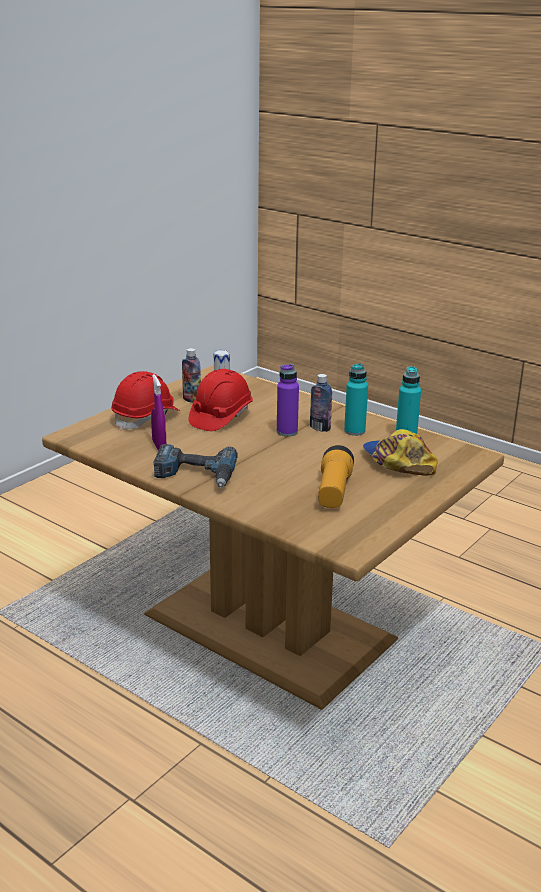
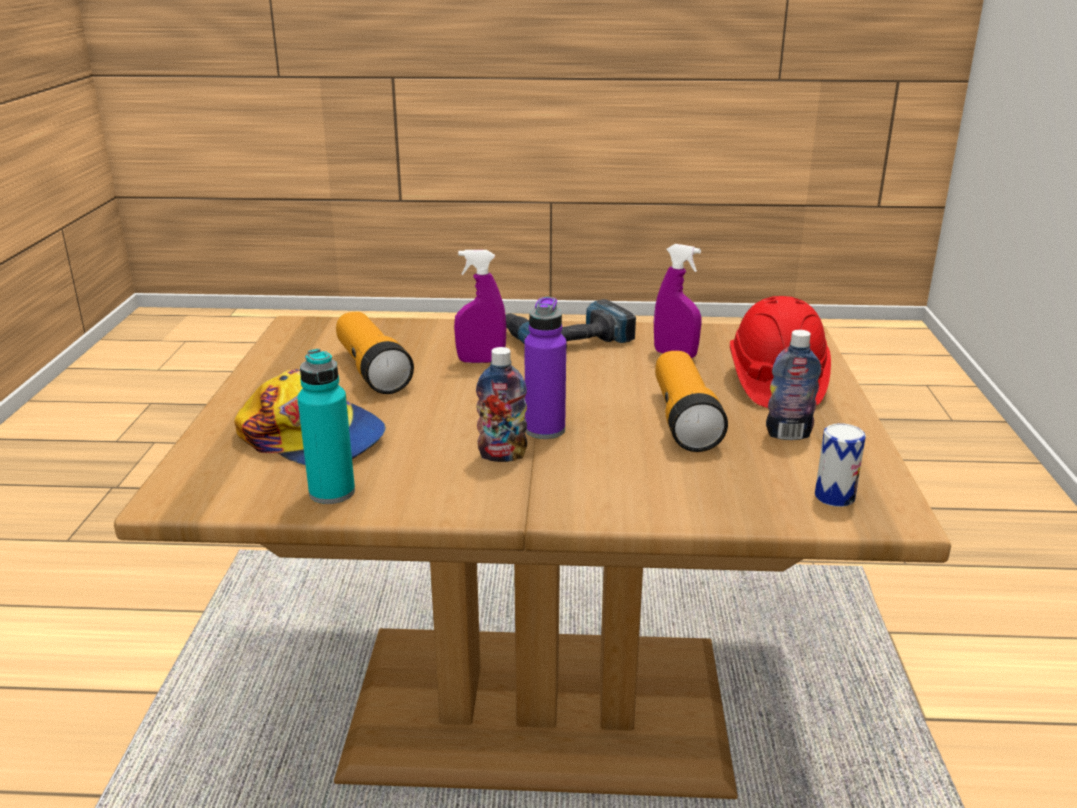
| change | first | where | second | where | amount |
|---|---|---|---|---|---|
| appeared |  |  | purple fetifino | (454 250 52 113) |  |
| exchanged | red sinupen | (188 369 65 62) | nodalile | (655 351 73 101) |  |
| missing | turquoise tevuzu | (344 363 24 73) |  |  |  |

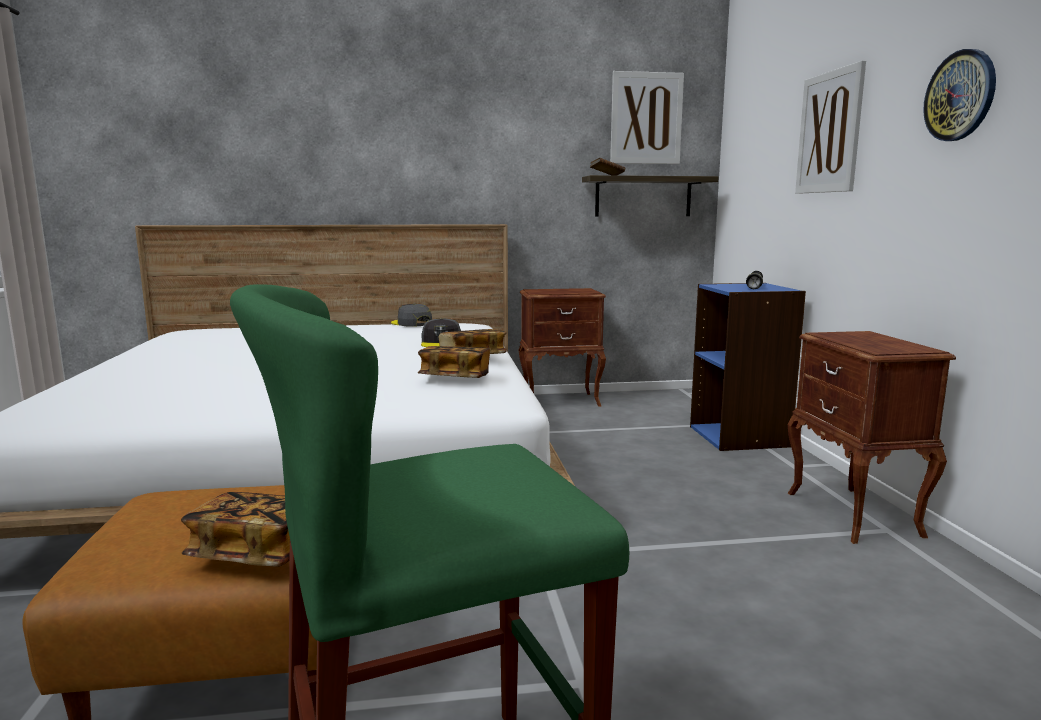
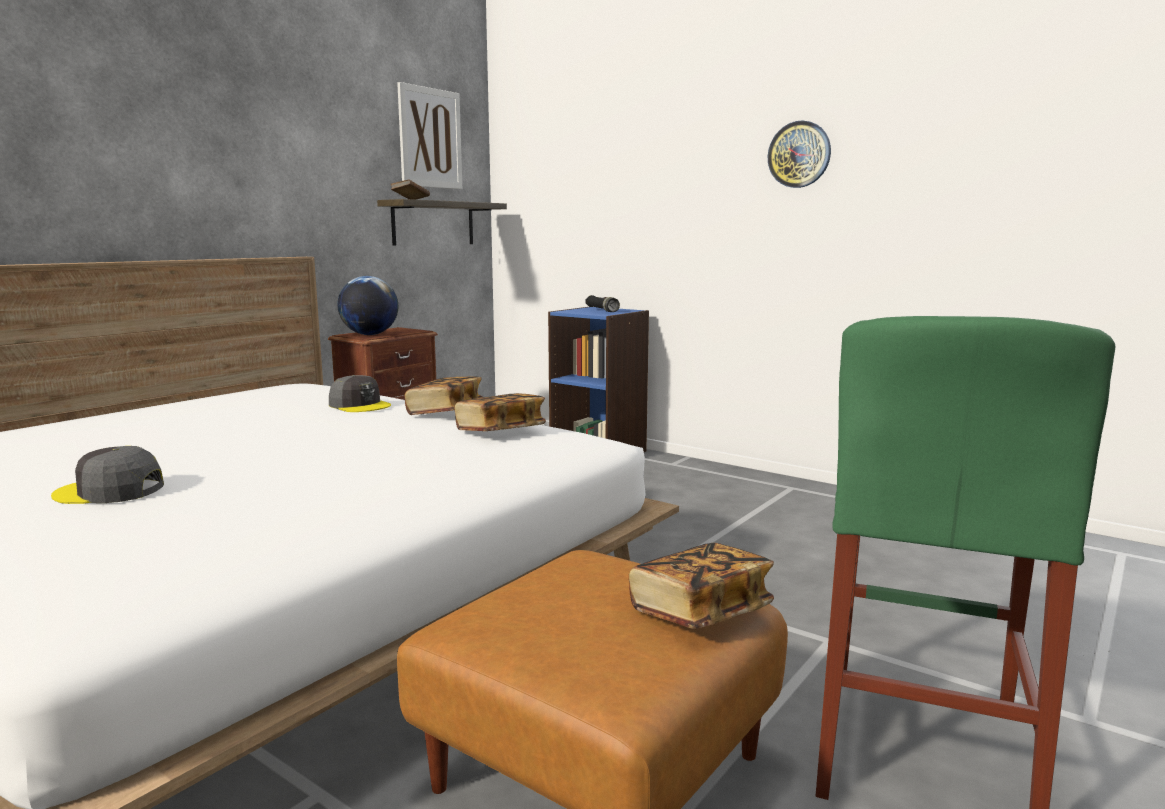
| change | first | where | second | where | amount |
|---|---|---|---|---|---|
| relocated | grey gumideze | (391 304 41 23) |  | (51 446 113 58) |  |
| appeared |  |  | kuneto | (337 276 61 59) |  |
| missing | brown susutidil | (787 331 169 213) |  |  |  |
| missing | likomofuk | (795 60 71 134) |  |  |  |

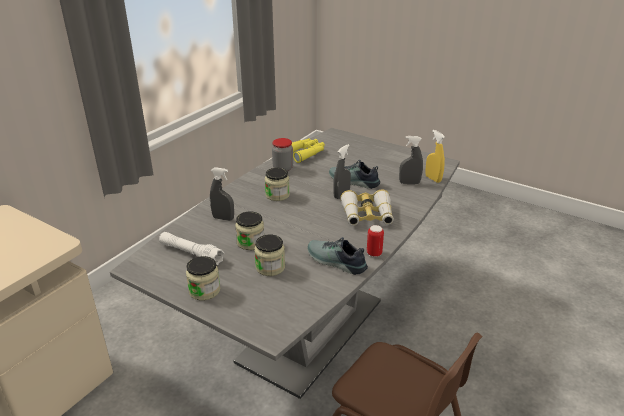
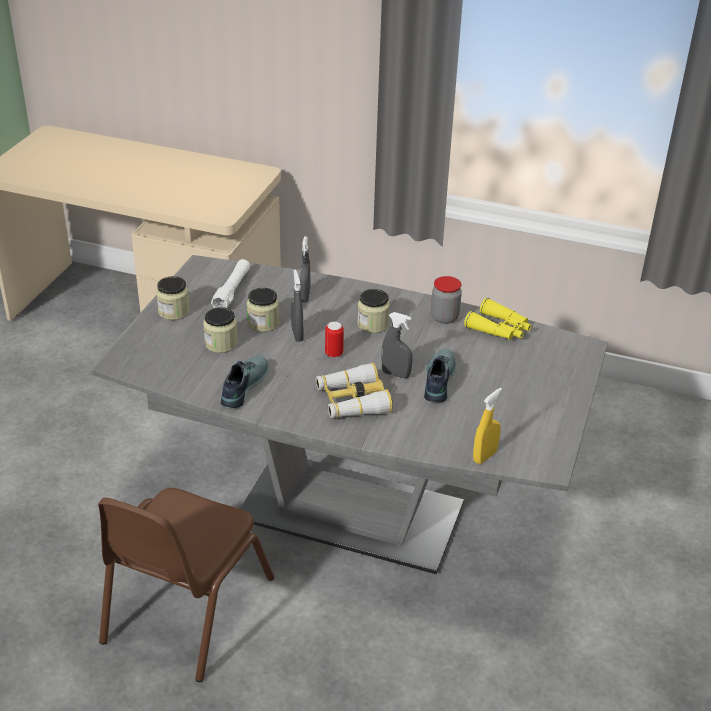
| change | first | where | second | where | amount |
|---|---|---|---|---|---|
| relocated | grey fetifino | (399 136 24 48) |  | (291 269 13 73) |  |
| relocated | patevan | (367 225 17 32) |  | (325 322 19 36) |  |

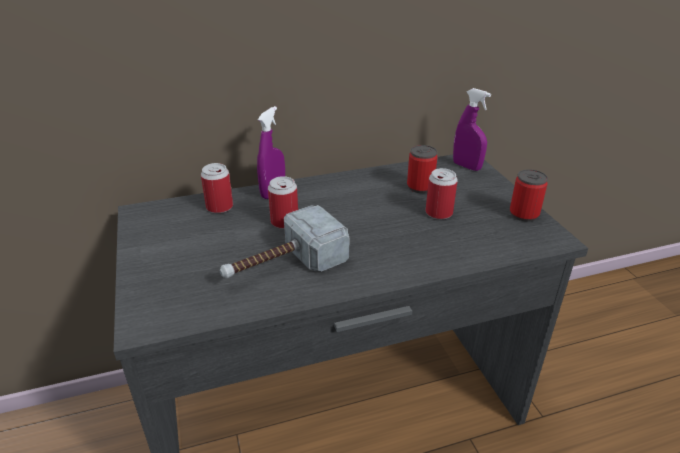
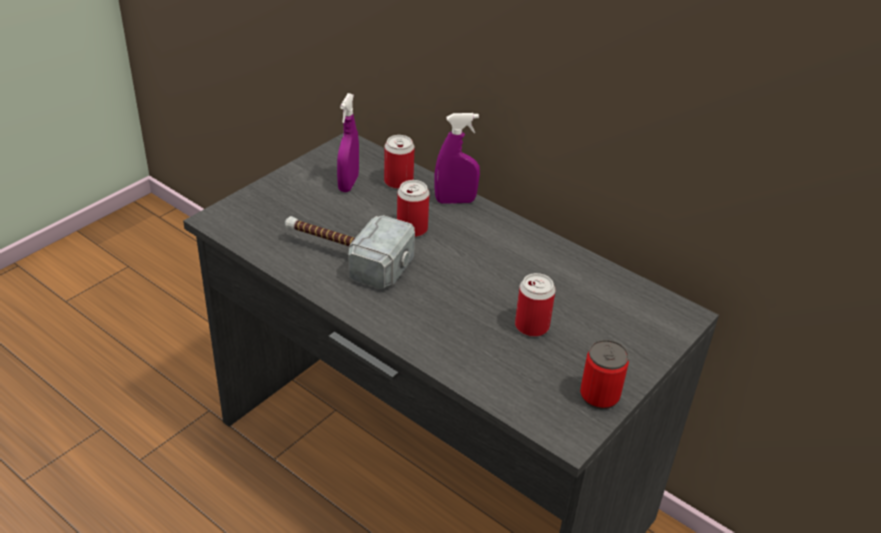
| change | first | where | second | where | amount |
|---|---|---|---|---|---|
| relocated | purple fetifino | (453 88 38 83) |  | (337 93 22 99) |  |
| missing | patevan | (407 145 31 48) |  |  |  |

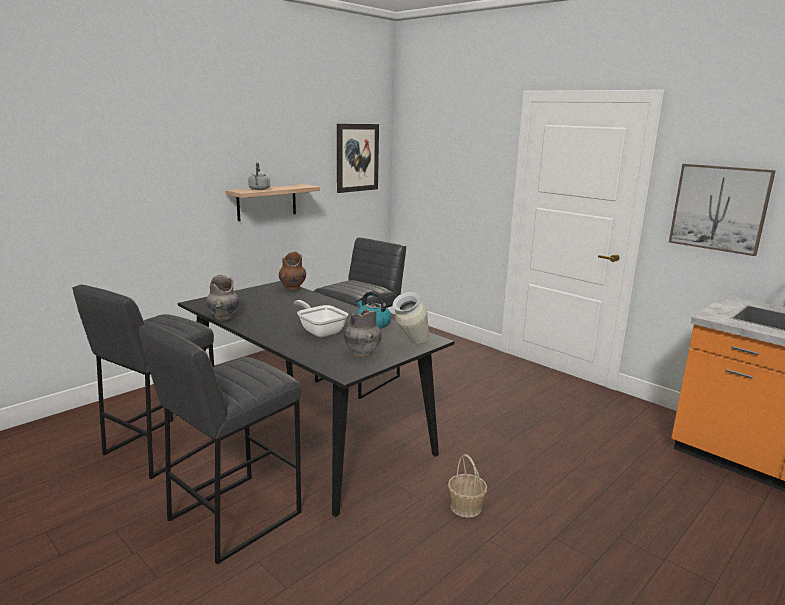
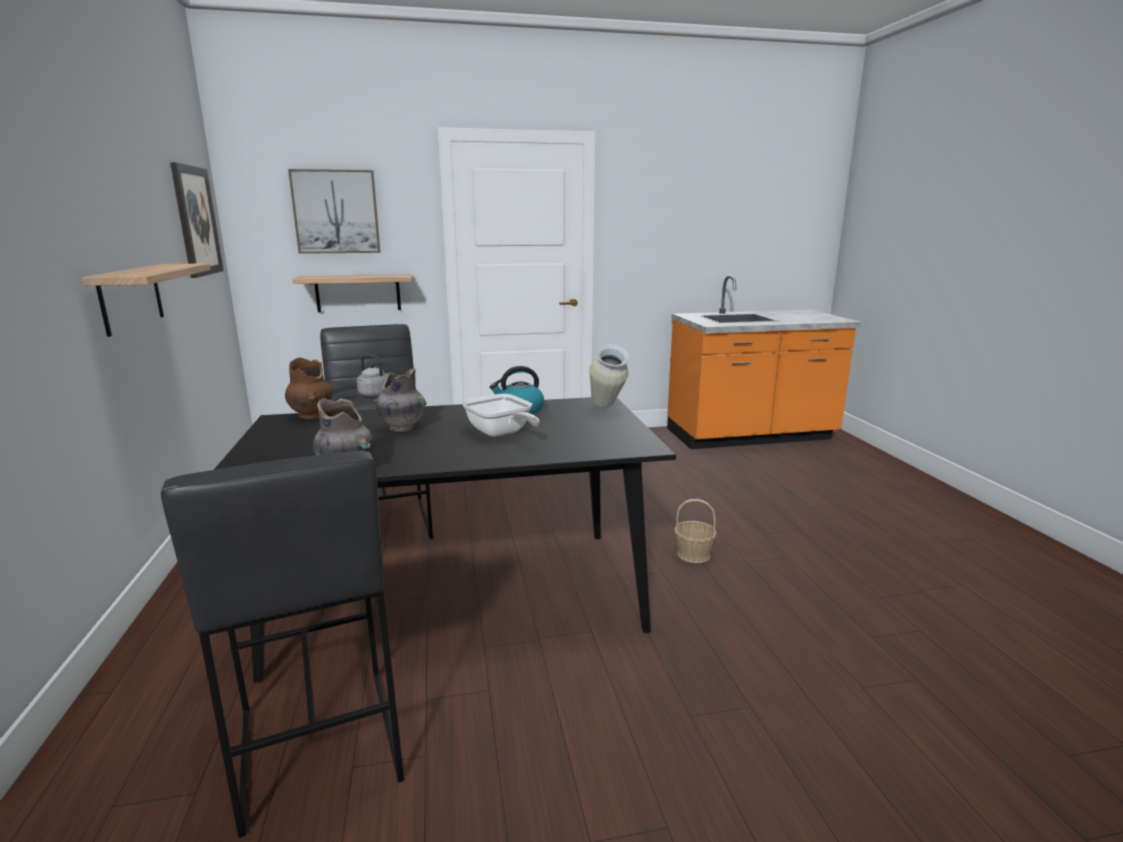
| change | first | where | second | where | amount |
|---|---|---|---|---|---|
| relocated | likomofuk | (669 164 107 92) |  | (288 169 92 85) |  |
| appeared |  |  | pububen | (292 274 120 38) |  |
| relocated | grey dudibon | (248 162 22 28) |  | (357 355 31 42) |  |
| relocated | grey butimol | (344 309 38 48) |  | (373 368 53 64) |  |
| spun | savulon | (294 300 54 37) |  | (462 394 78 43) | 120 degrees counterclockwise |
| missing | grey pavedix | (139 323 162 242) |  |  |  |

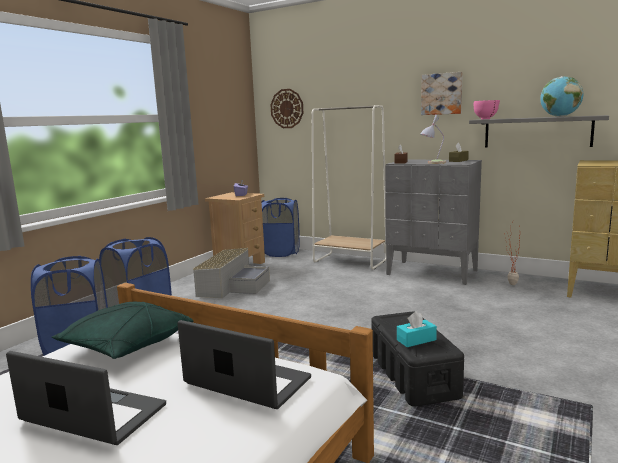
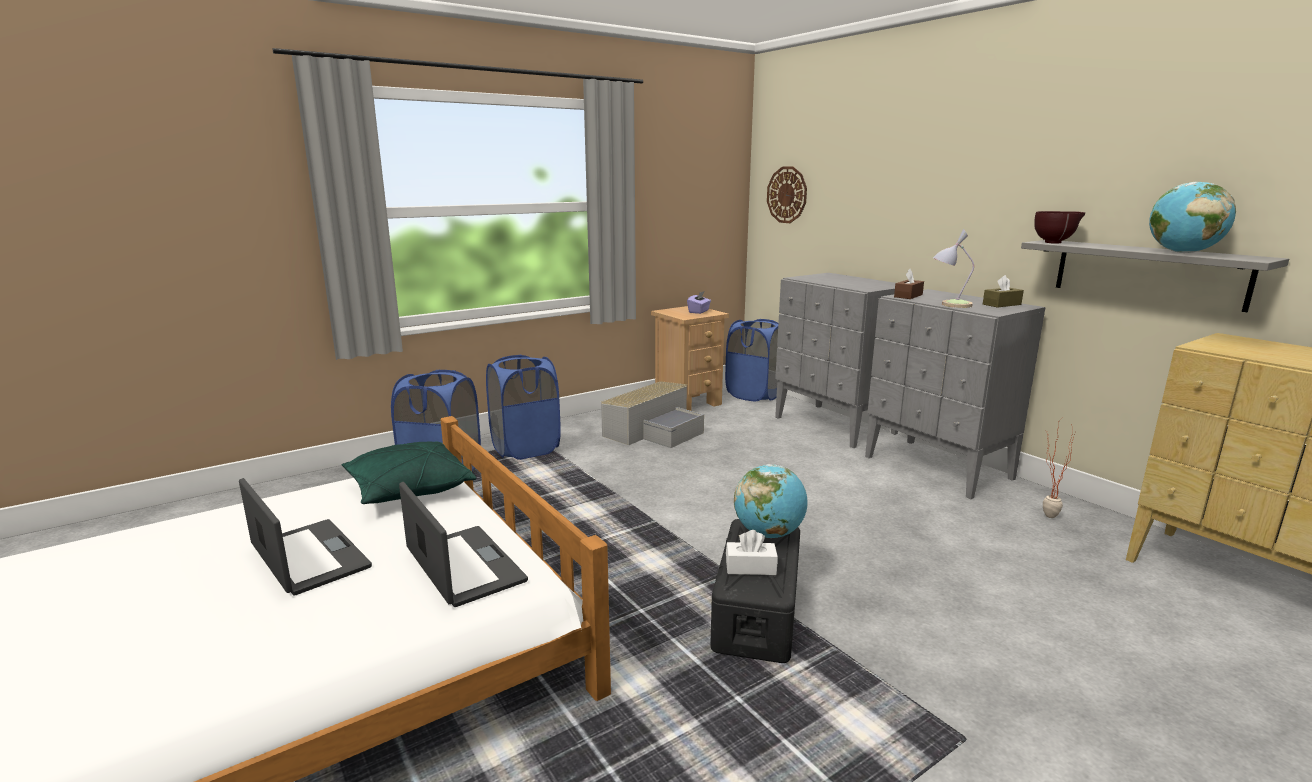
| change | first | where | second | where | amount |
|---|---|---|---|---|---|
| colour | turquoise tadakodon | (397 311 40 36) | white tadakodon | (726 530 52 45) |  |
| appeared |  |  | kuneto | (734 464 74 74) |  |
| exchanged | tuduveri | (312 105 74 165) | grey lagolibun | (775 273 123 175) |  |
| colour | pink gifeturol | (474 100 26 19) | brown gifeturol | (1034 211 51 33) |  |
| missing | likomofuk | (421 72 42 43) |  |  |  |

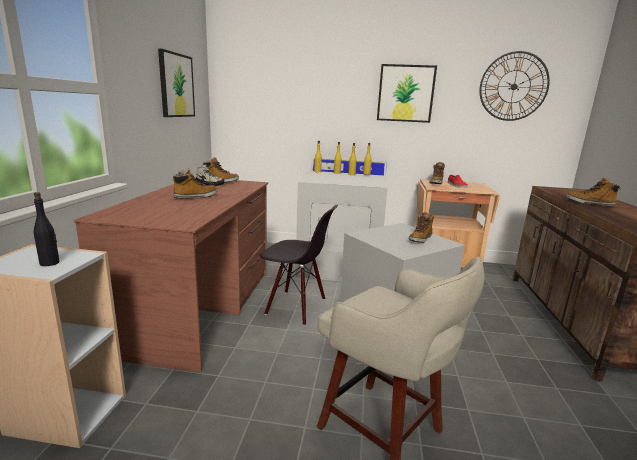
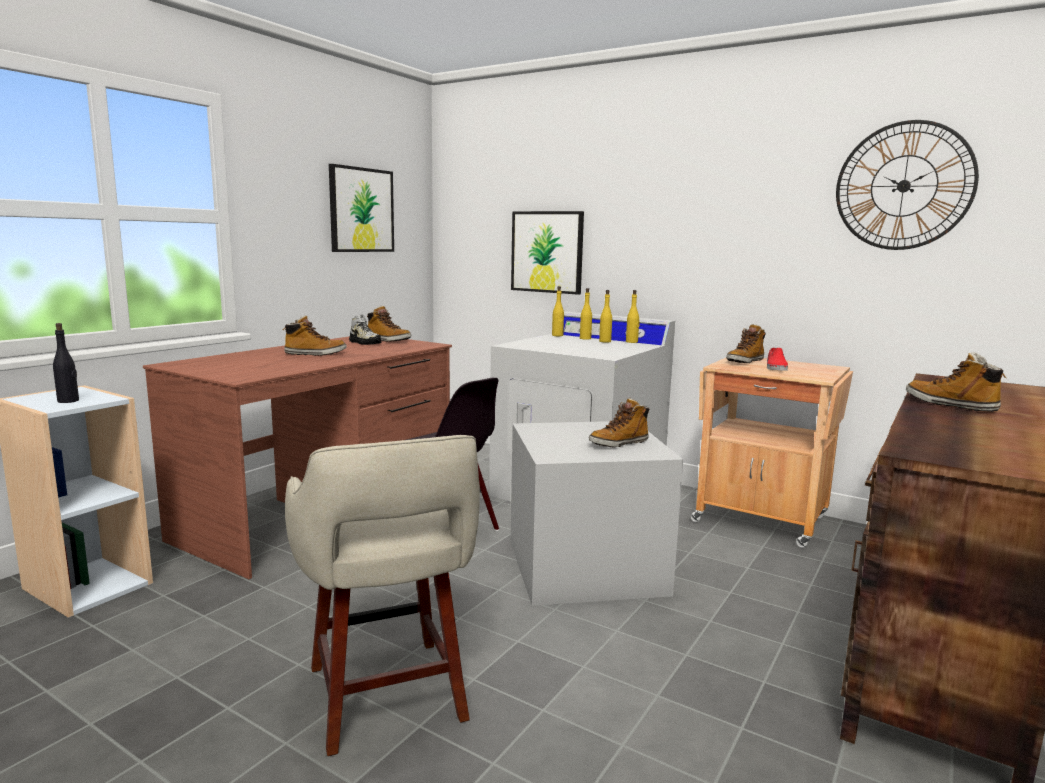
| change | first | where | second | where | amount |
|---|---|---|---|---|---|
| relocated | likomofuk | (377 64 60 59) |  | (511 211 73 84) |  |

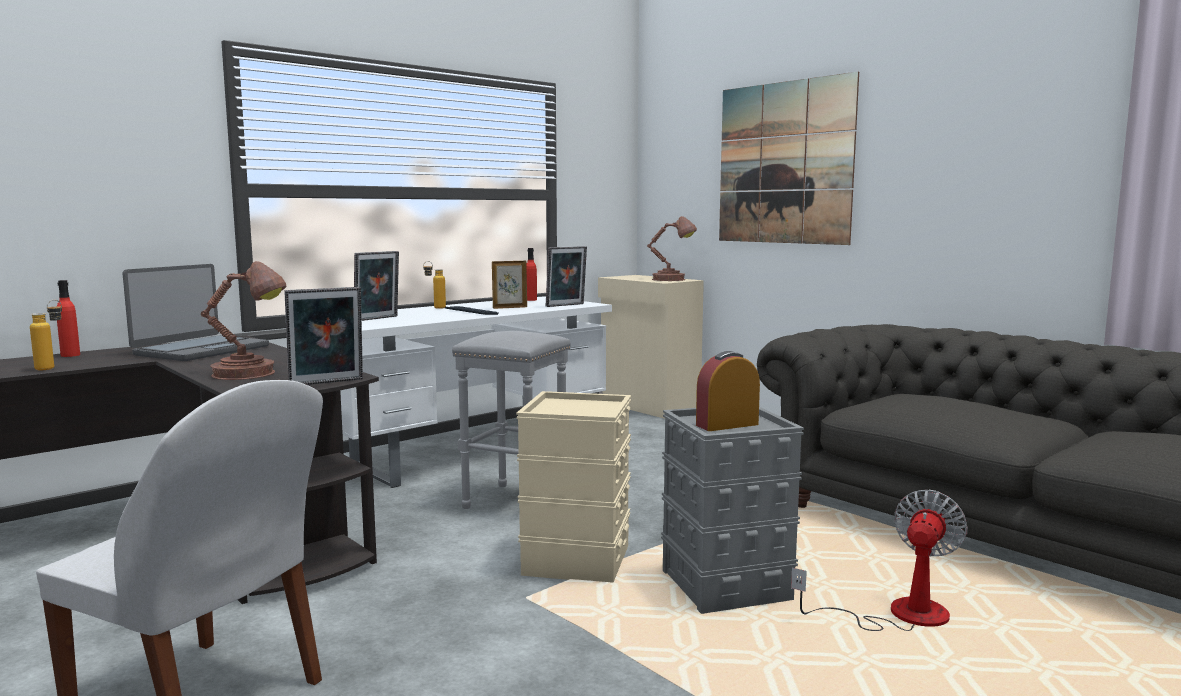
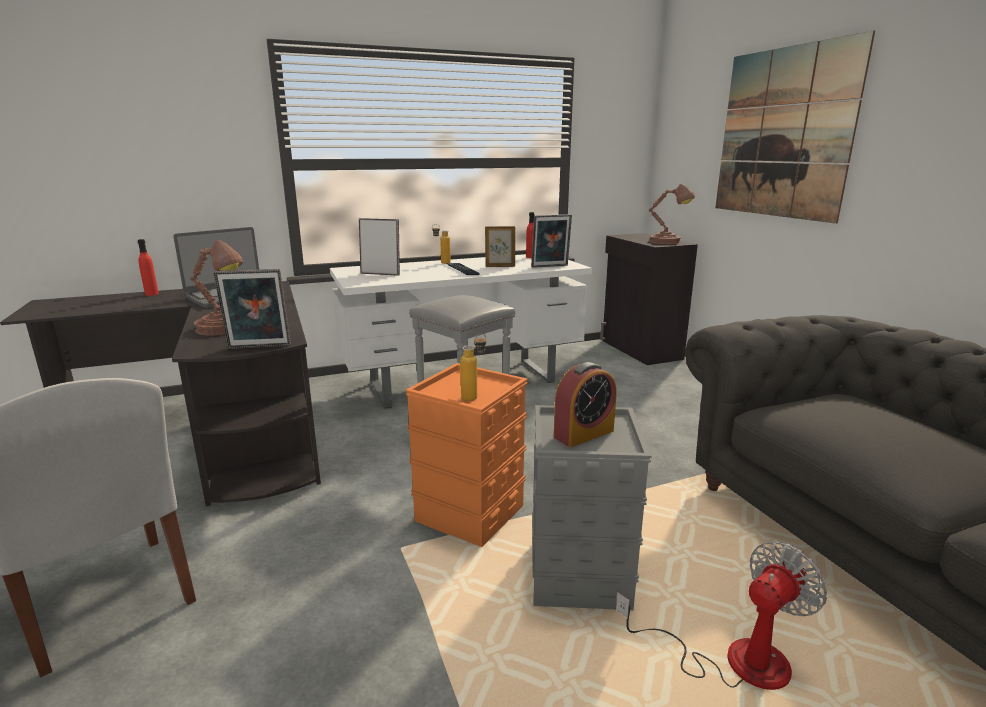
| change | first | where | second | where | amount |
|---|---|---|---|---|---|
| spun | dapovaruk | (354 251 45 70) |  | (359 218 41 58) | 135 degrees counterclockwise |
| colour | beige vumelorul | (516 391 115 192) | orange vumelorul | (405 363 123 184) |  |
| relocated | tevuzu | (30 300 32 70) |  | (460 333 26 68) |  |
| spun | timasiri | (696 351 64 80) |  | (554 362 63 85) | 150 degrees clockwise |
| colour | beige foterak | (598 275 106 144) | black foterak | (600 233 98 132) |  |

